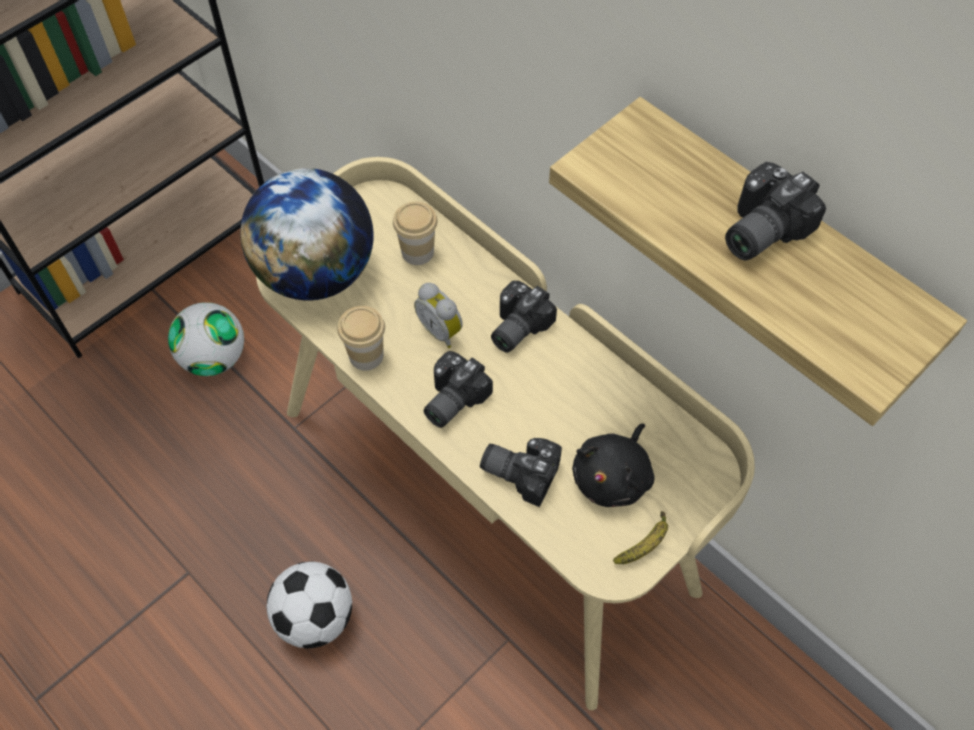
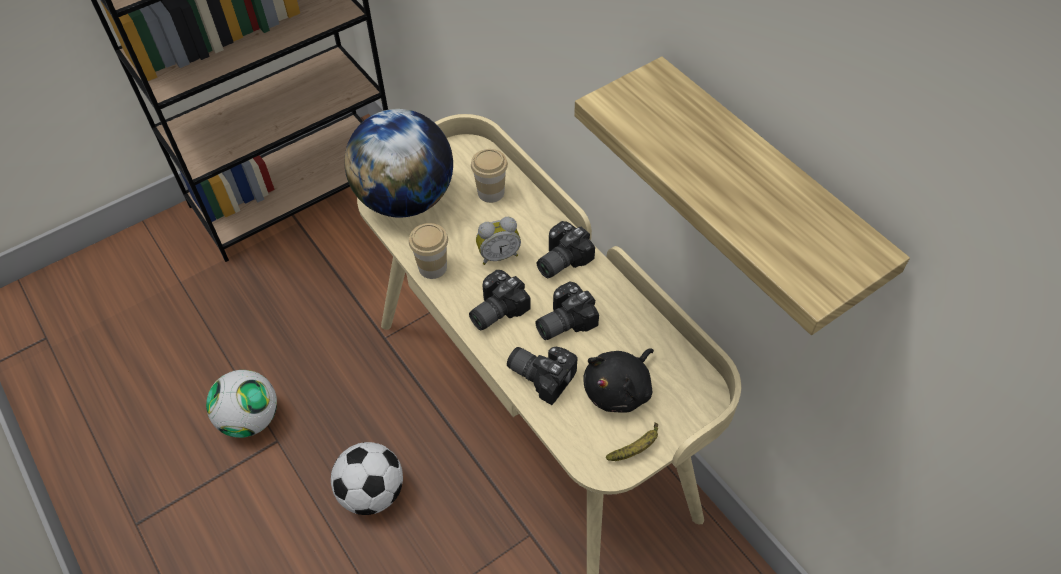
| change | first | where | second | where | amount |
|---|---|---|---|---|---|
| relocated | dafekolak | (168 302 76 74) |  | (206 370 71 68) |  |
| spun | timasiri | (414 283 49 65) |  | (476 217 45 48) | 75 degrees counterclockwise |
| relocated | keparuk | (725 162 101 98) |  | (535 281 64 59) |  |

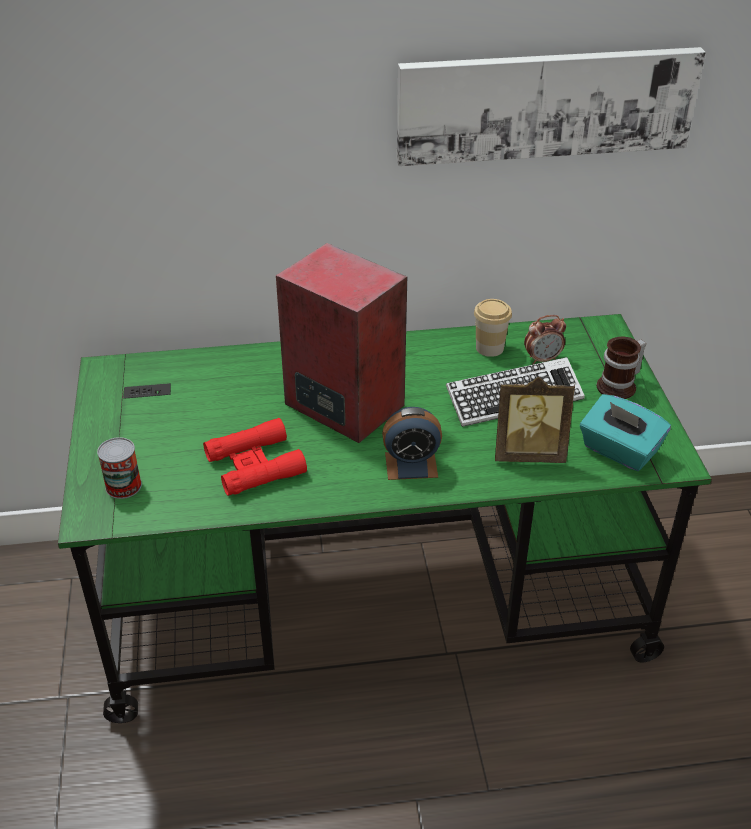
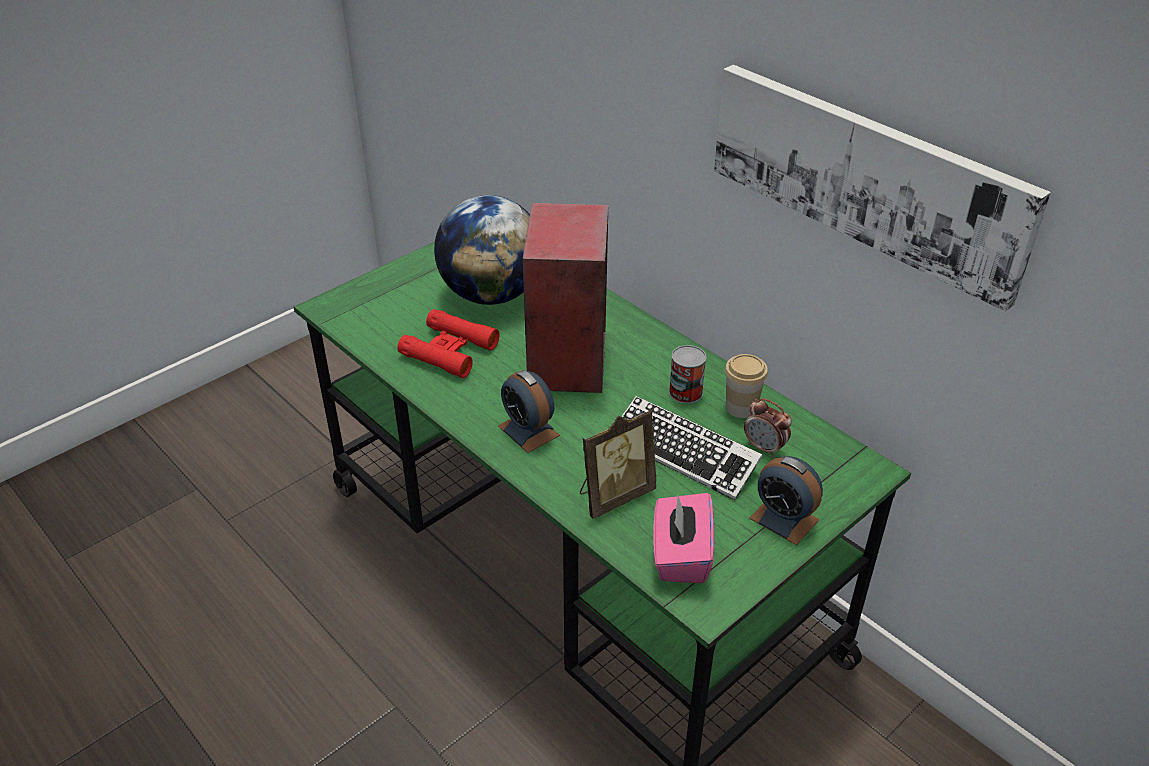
| change | first | where | second | where | amount |
|---|---|---|---|---|---|
| appeared |  |  | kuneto | (434 195 96 110) |  |
| spun | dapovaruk | (495 377 80 86) |  | (580 409 76 110) | 90 degrees counterclockwise |
| colour | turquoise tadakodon | (580 394 91 77) | pink tadakodon | (653 493 61 90) |  |
| relocated | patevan | (97 437 45 62) |  | (669 345 37 59) |  |
| exchanged | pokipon | (597 337 49 62) | timasiri | (749 456 74 89) |  |

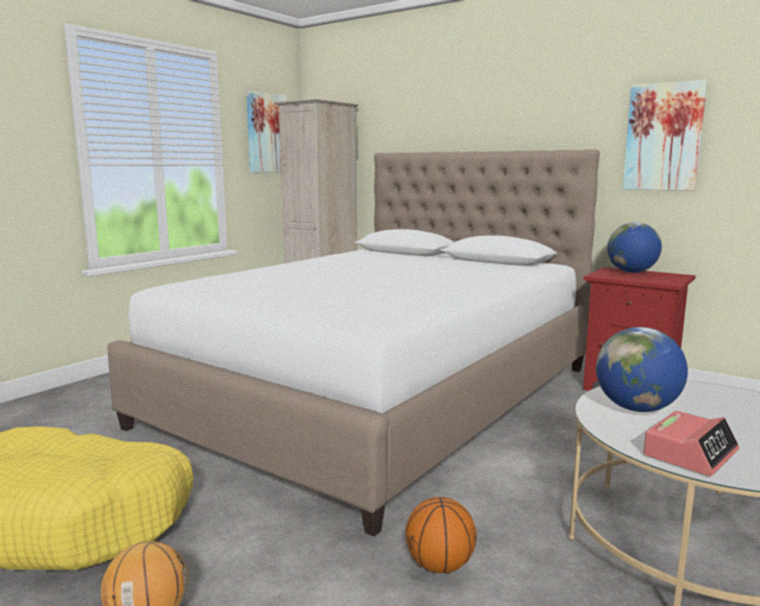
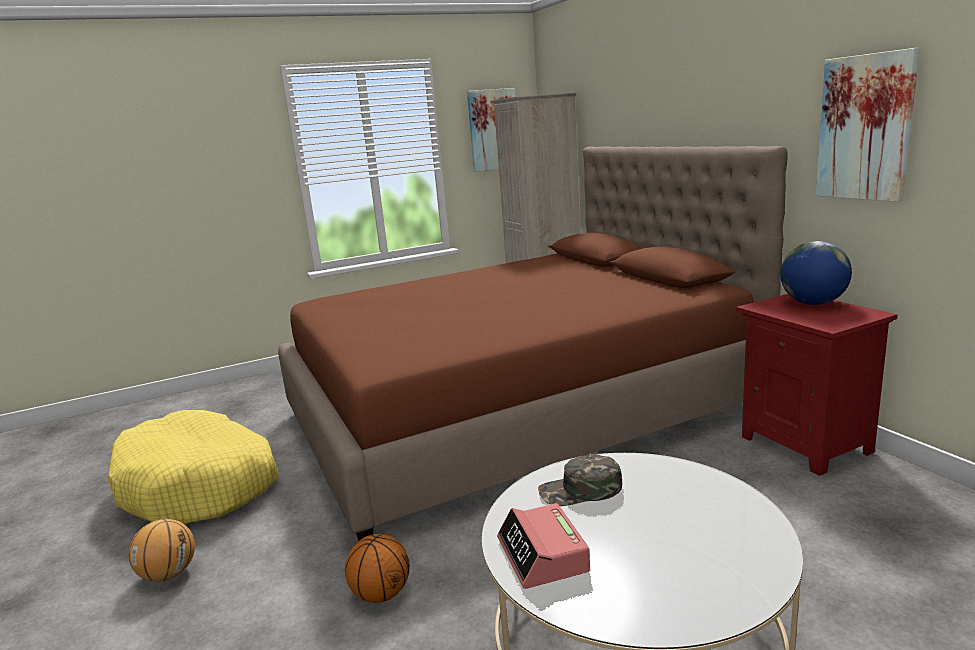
| change | first | where | second | where | amount |
|---|---|---|---|---|---|
| colour | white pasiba | (107 149 493 388) | brown pasiba | (278 146 510 395) |  |
| spun | timasiri | (644 411 95 65) |  | (497 503 93 86) | 90 degrees clockwise |
| exchanged | kuneto | (596 327 92 85) | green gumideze | (538 454 84 52) |  |

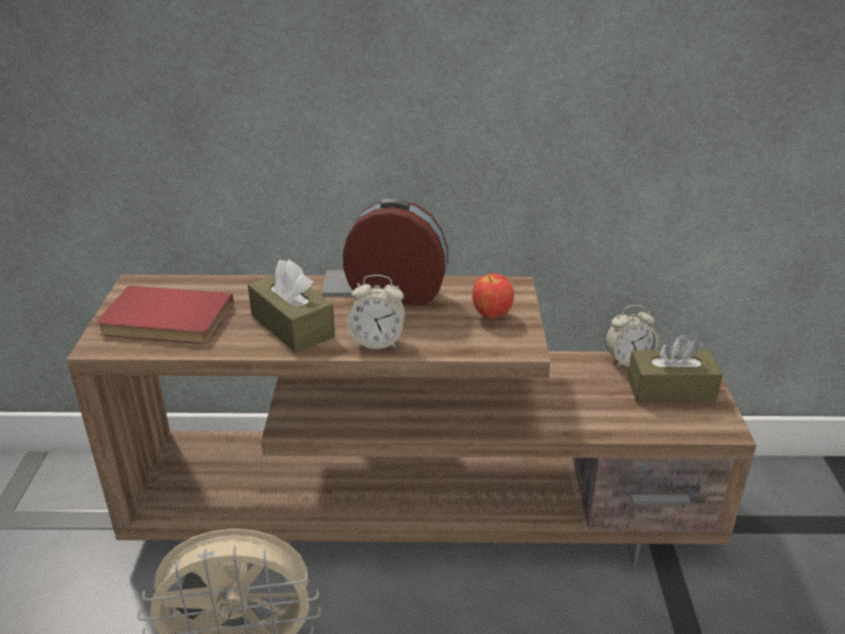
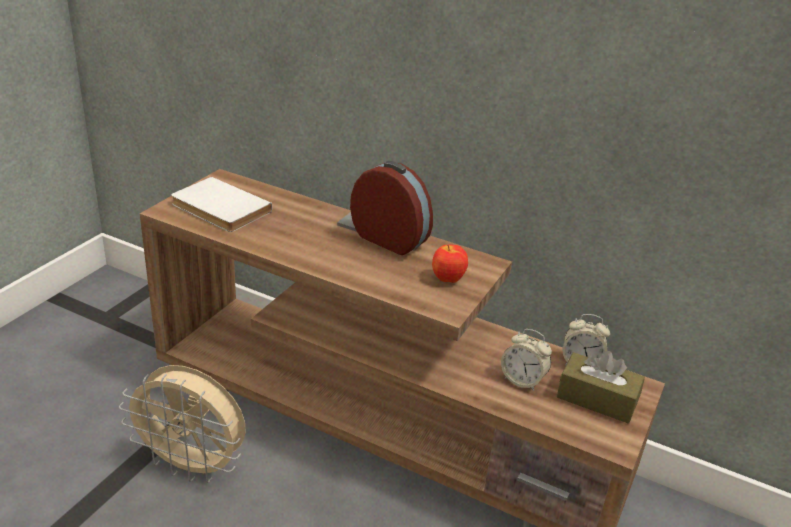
| change | first | where | second | where | amount |
|---|---|---|---|---|---|
| colour | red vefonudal | (97 286 137 58) | white vefonudal | (171 177 101 55) |  |
| relocated | timasiri | (347 275 58 74) |  | (501 329 51 62) |  |
| missing | brown tadakodon | (248 259 87 94) |  |  |  |

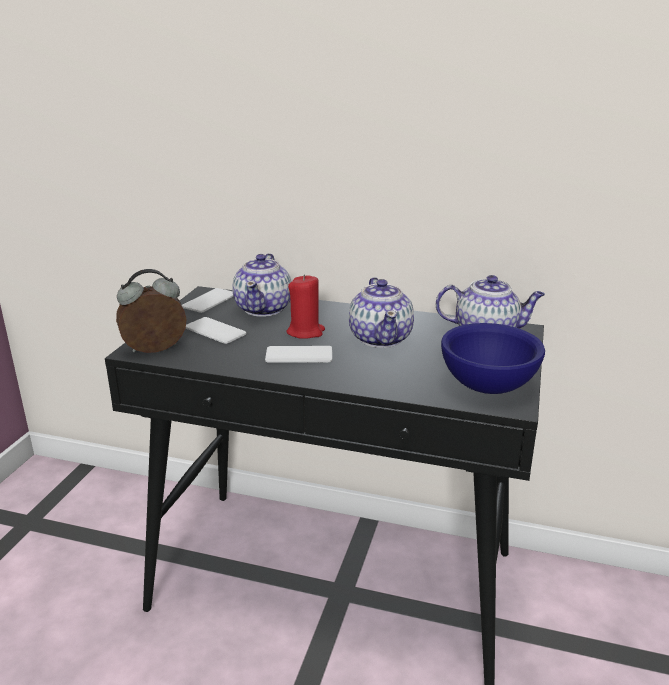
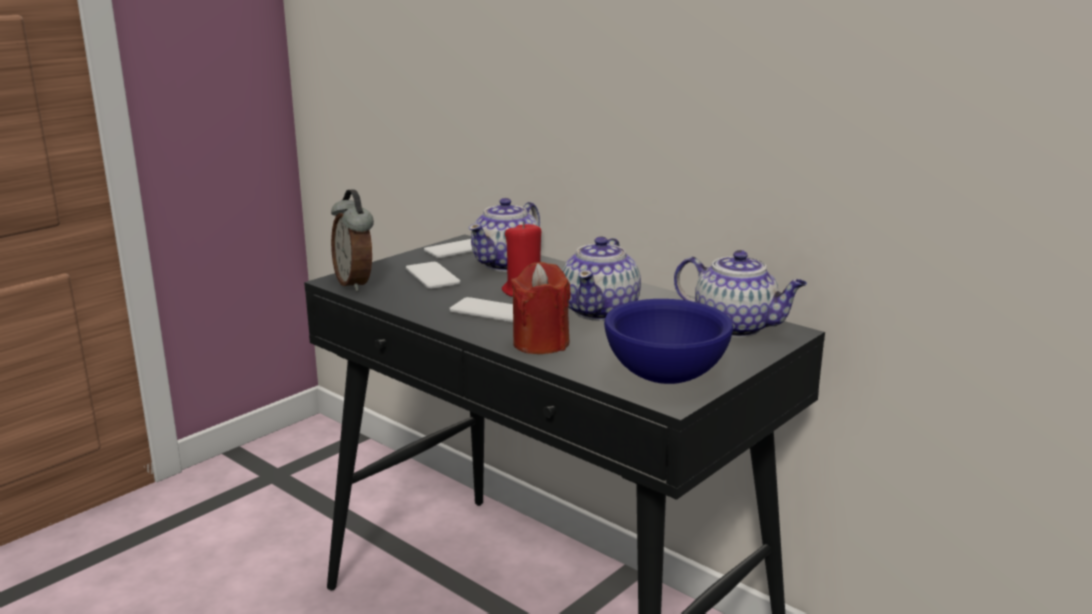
| change | first | where | second | where | amount |
|---|---|---|---|---|---|
| spun | timasiri | (116 269 71 84) |  | (331 190 43 102) | 120 degrees counterclockwise |
| appeared |  |  | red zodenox | (511 262 60 92) |  |

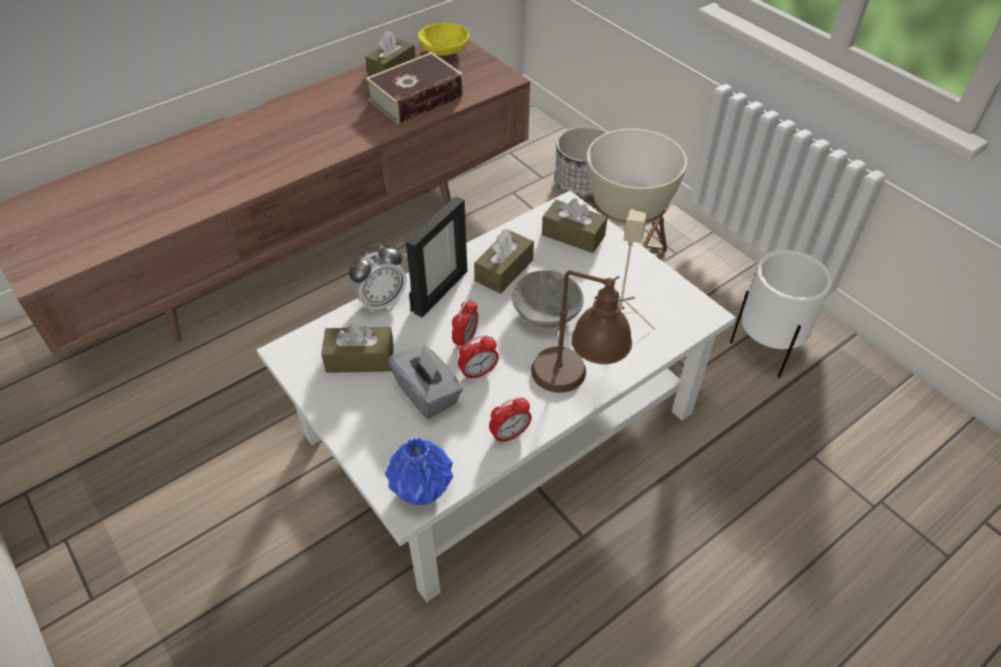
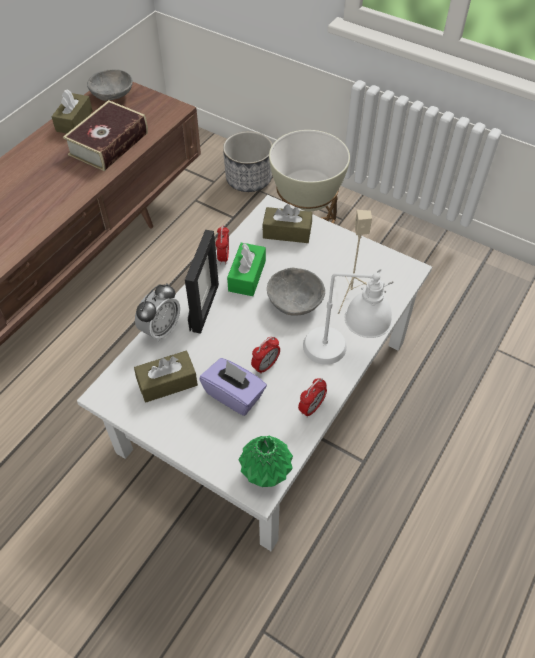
| change | first | where | second | where | amount |
|---|---|---|---|---|---|
| colour | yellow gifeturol | (418 23 51 33) | grey gifeturol | (87 69 46 32) |  |
| colour | grey tadakodon | (388 346 75 73) | purple tadakodon | (199 358 68 58) |  |
| relocated | timasiri | (452 299 26 49) |  | (215 225 14 39) |  |
| colour | brown tadakodon | (474 229 60 65) | green tadakodon | (227 243 39 53) |  |
| colour | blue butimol | (385 437 68 68) | green butimol | (239 436 54 51) |  |
| colour | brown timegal | (531 270 104 123) | white timegal | (303 269 91 95) |  |
| missing | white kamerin | (730 250 102 128) |  |  |  |

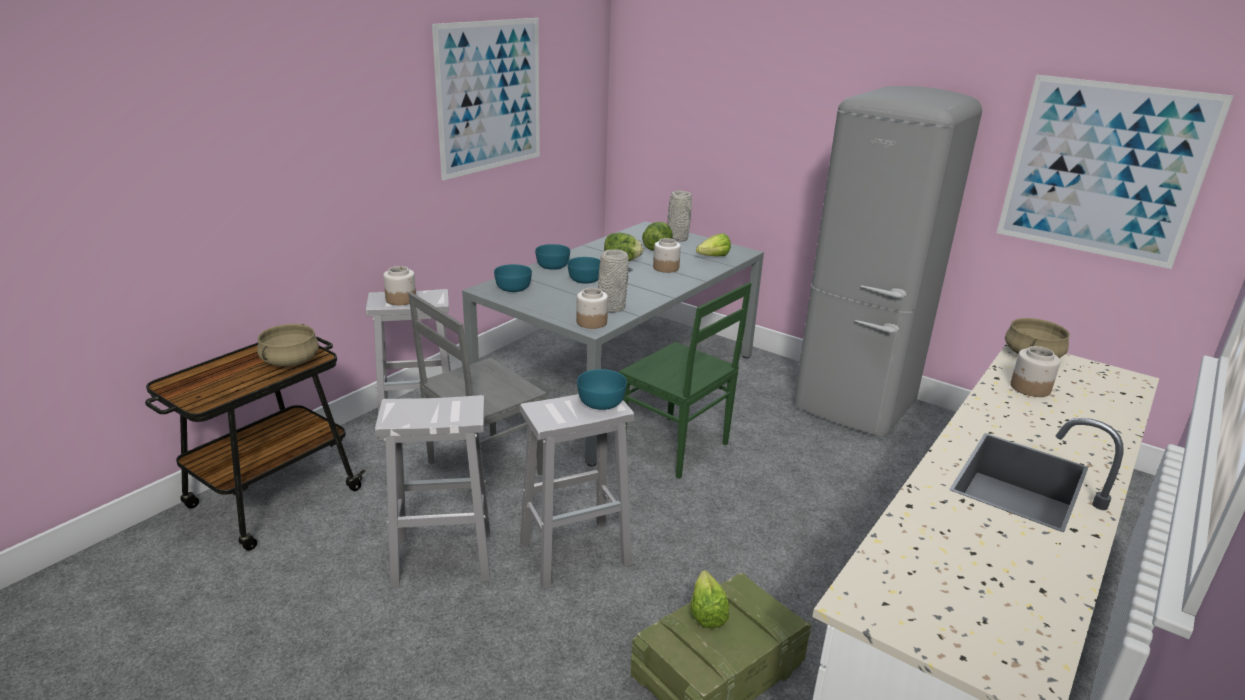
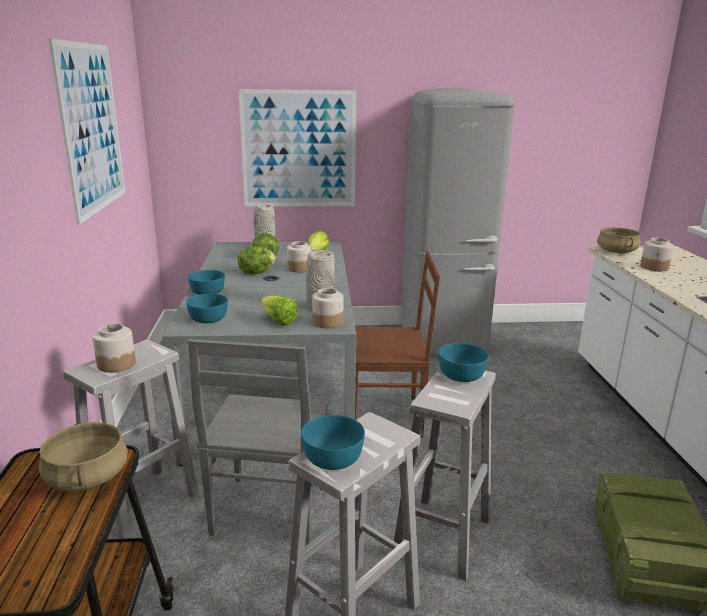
| change | first | where | second | where | amount |
|---|---|---|---|---|---|
| relocated | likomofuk | (997 75 236 194) |  | (239 89 117 118) |  |
| relocated | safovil | (691 570 38 58) |  | (261 296 37 30) |  |
| relocated | turquoise gifeturol | (567 257 33 27) |  | (301 415 64 55) |  |
| colour | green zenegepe | (619 282 133 197) | brown zenegepe | (355 252 85 186) |  |

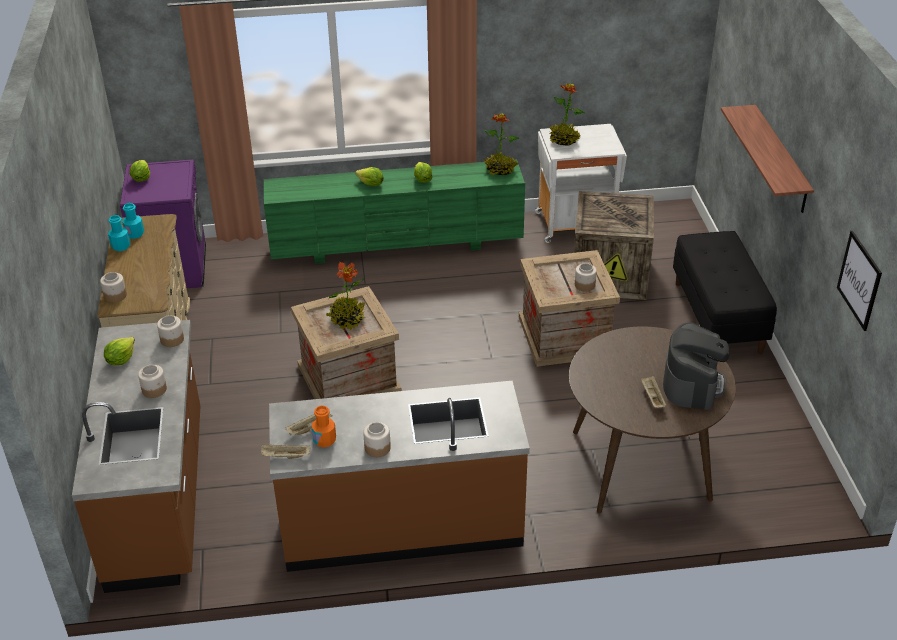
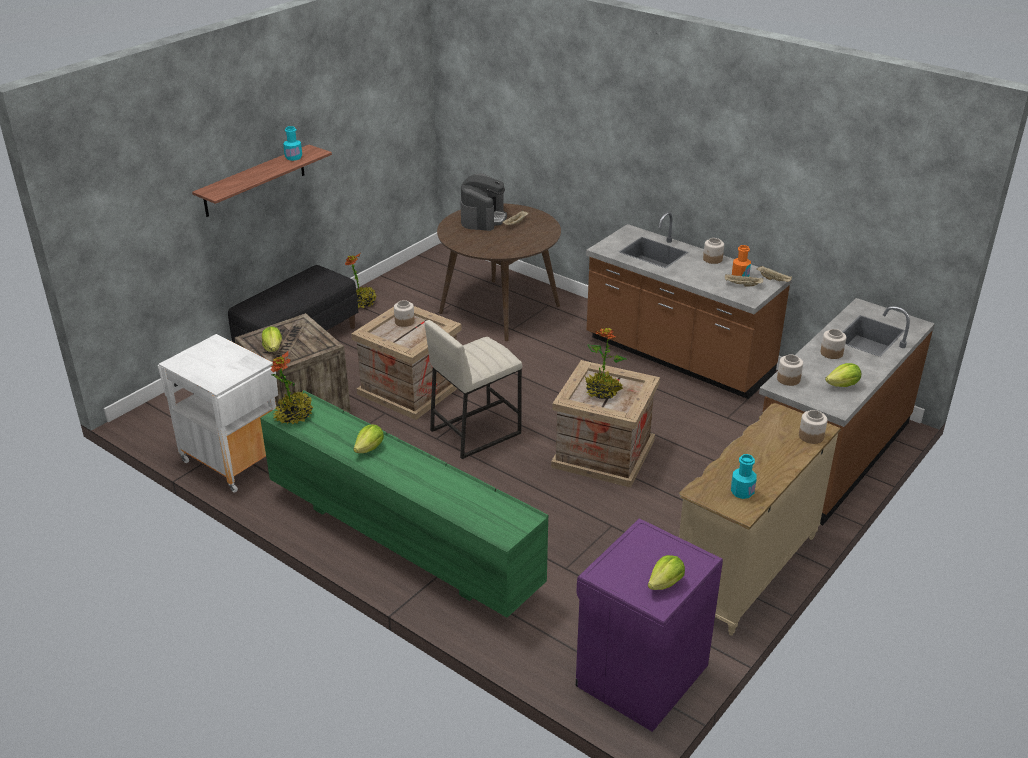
| change | first | where | second | where | amount |
|---|---|---|---|---|---|
| relocated | safovil | (355 167 29 19) |  | (262 327 20 25) |  |
| relocated | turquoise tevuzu | (108 215 22 36) |  | (283 126 19 35) |  |
| relocated | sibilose | (549 84 36 62) |  | (345 253 31 55) |  |
| appeared |  |  | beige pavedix | (425 320 97 139) |  |
| spun | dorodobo | (663 322 66 88) |  | (460 173 47 58) | 135 degrees clockwise |
| missing | likomofuk | (837 231 45 100) |  |  |  |

